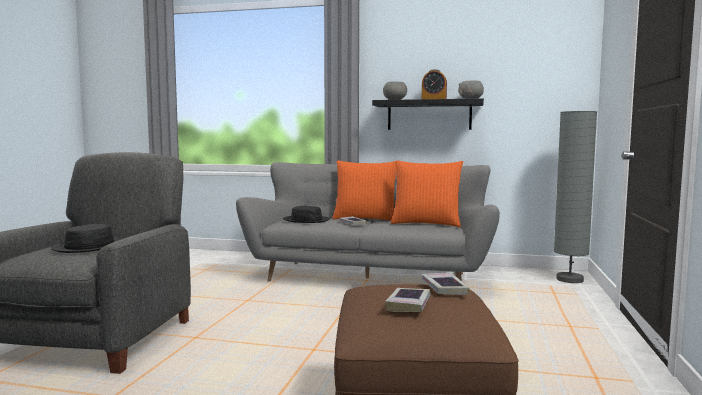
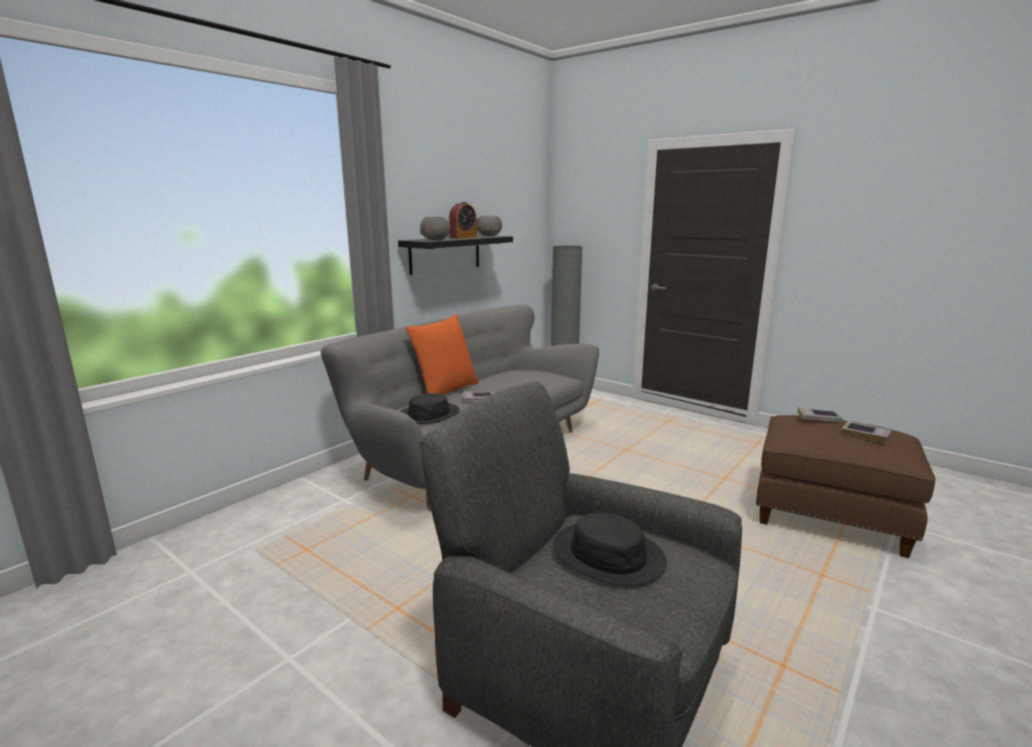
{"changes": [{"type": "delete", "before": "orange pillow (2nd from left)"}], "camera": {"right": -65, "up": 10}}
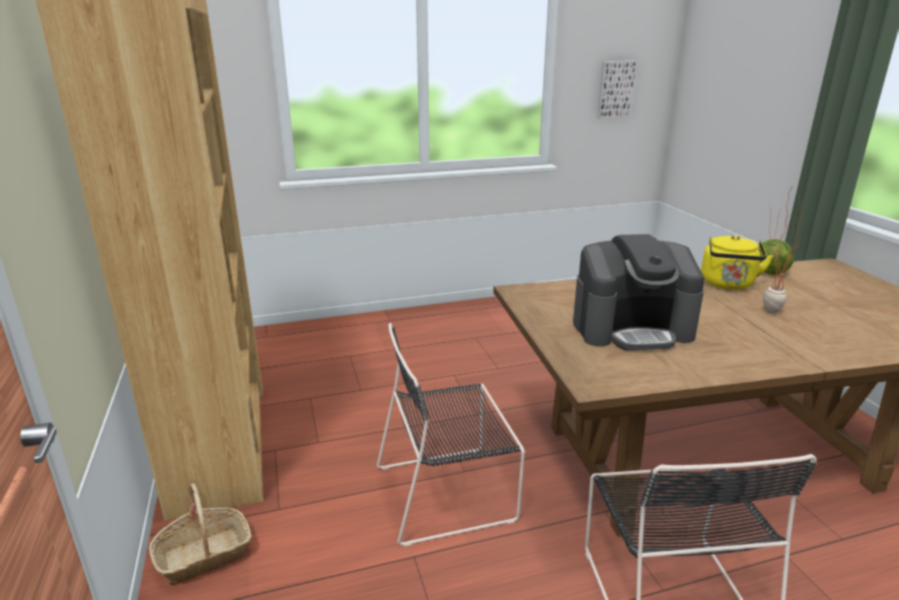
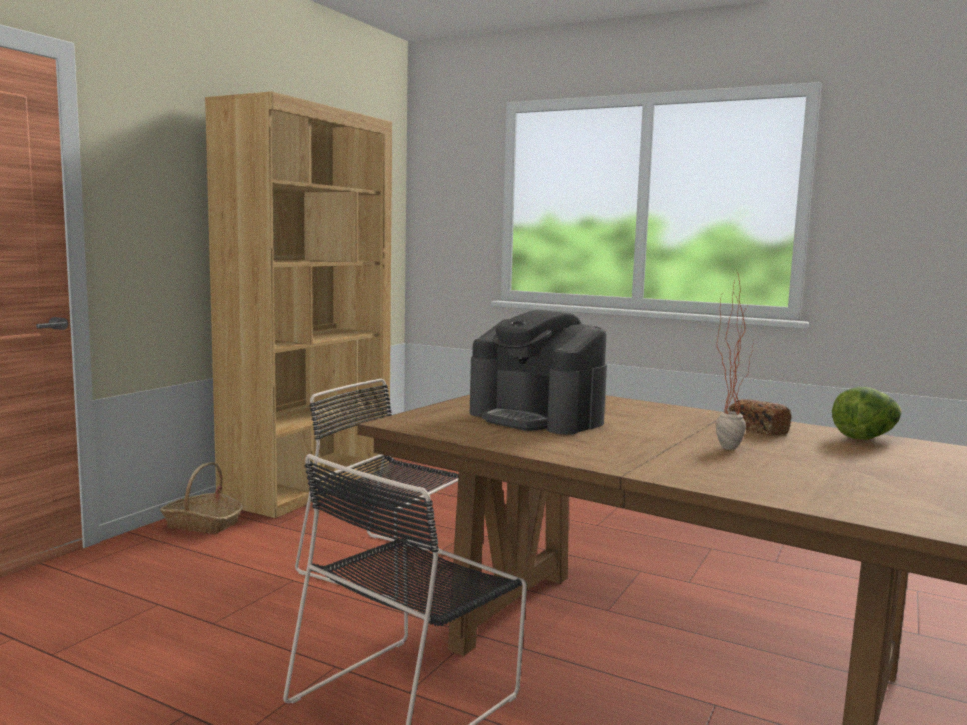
{"changes": [{"type": "replace", "before": "yellow kettle", "after": "bread"}, {"type": "delete", "before": "picture"}], "camera": {"right": 45, "up": -15}}
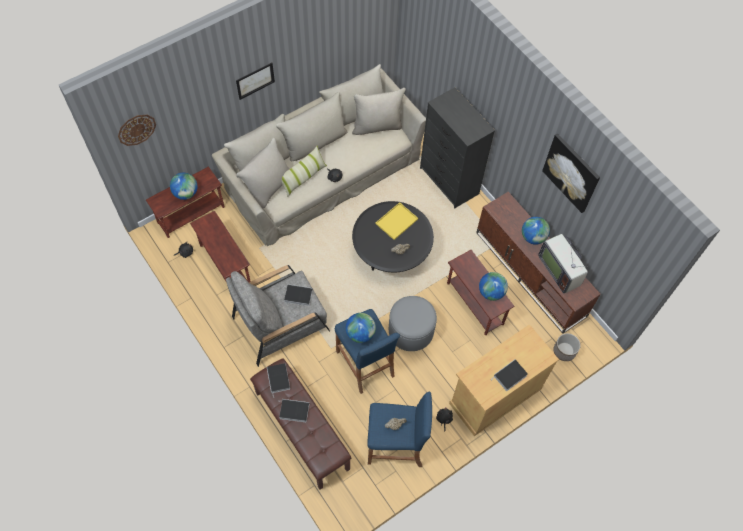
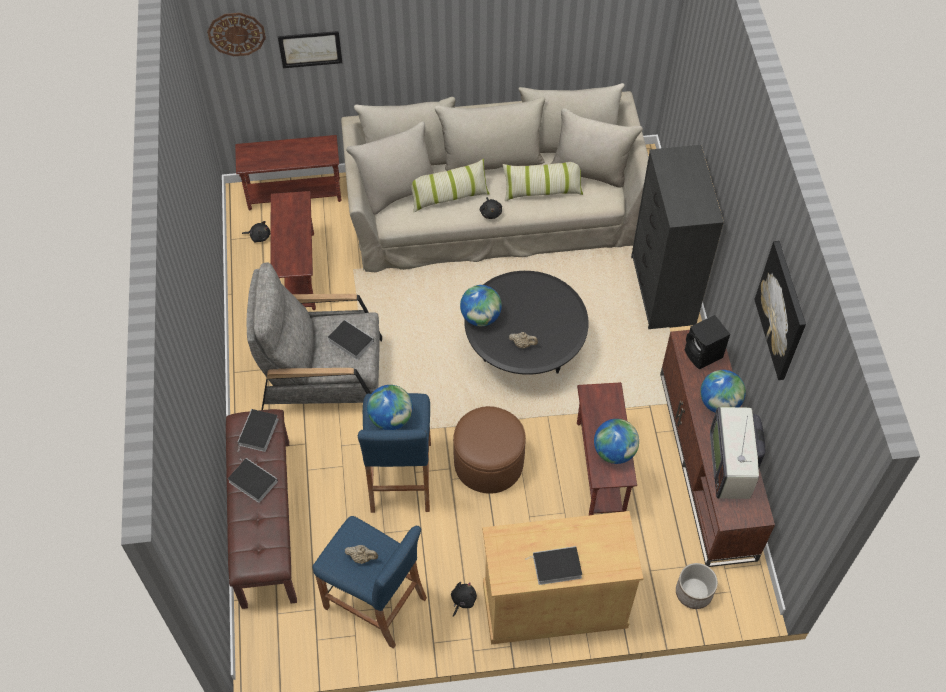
{"changes": [{"type": "move", "before": "picture (1st from left)"}, {"type": "recolor", "before": "grey ottoman", "after": "brown ottoman"}, {"type": "move", "before": "globe (1st from left in the first image)", "after": "globe (2nd from left)"}, {"type": "insert", "after": "pillow (2nd from left)"}, {"type": "insert", "after": "black speaker"}, {"type": "delete", "before": "yellow tray"}], "camera": {"right": 30, "up": -5}}
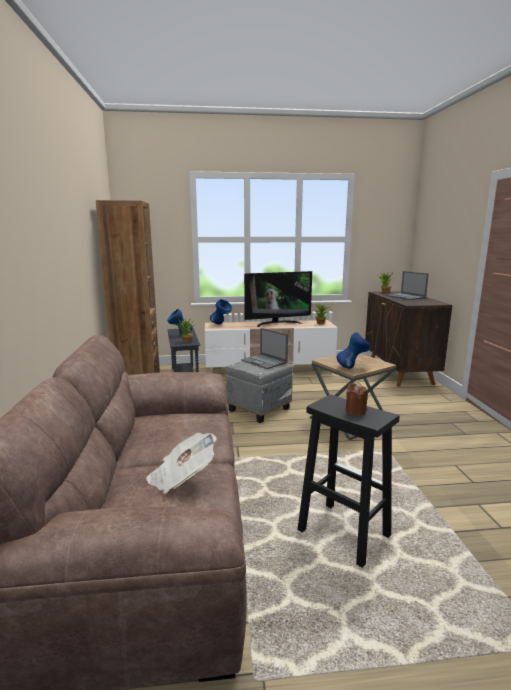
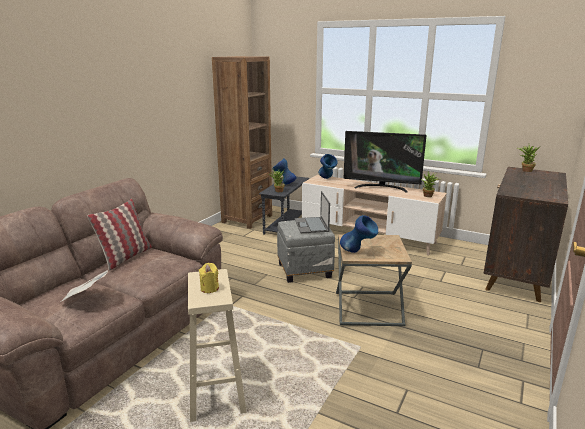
{"changes": [{"type": "insert", "after": "pillow"}, {"type": "recolor", "before": "black stool", "after": "beige stool"}, {"type": "recolor", "before": "brown candle", "after": "yellow candle"}, {"type": "delete", "before": "laptop (2nd from left)"}], "camera": {"right": 35, "up": 5}}
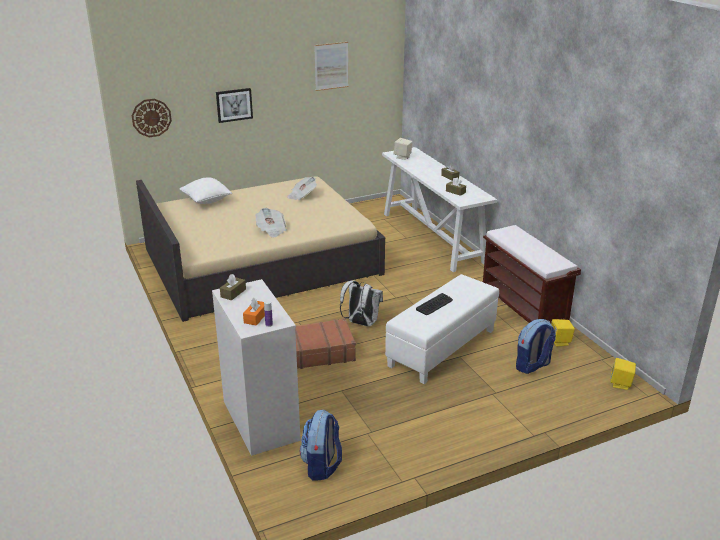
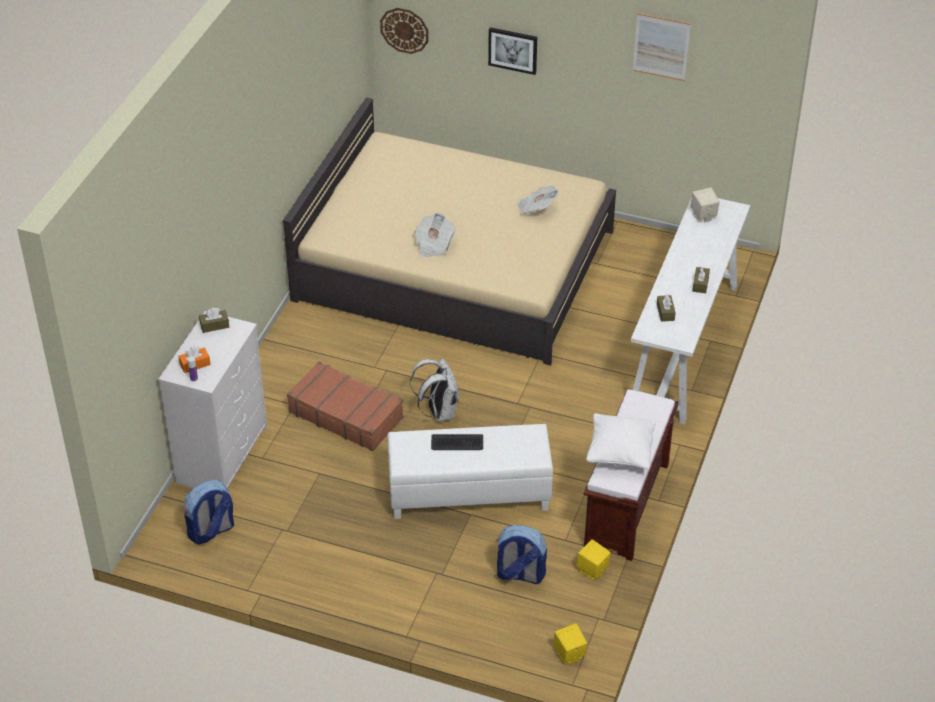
{"changes": [{"type": "move", "before": "white pillow"}], "camera": {"right": 45, "up": 15}}
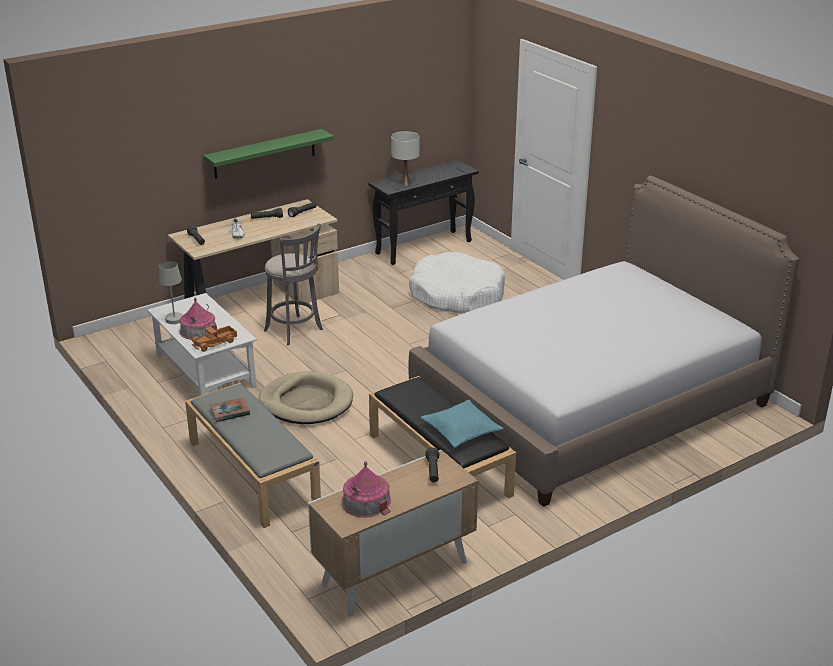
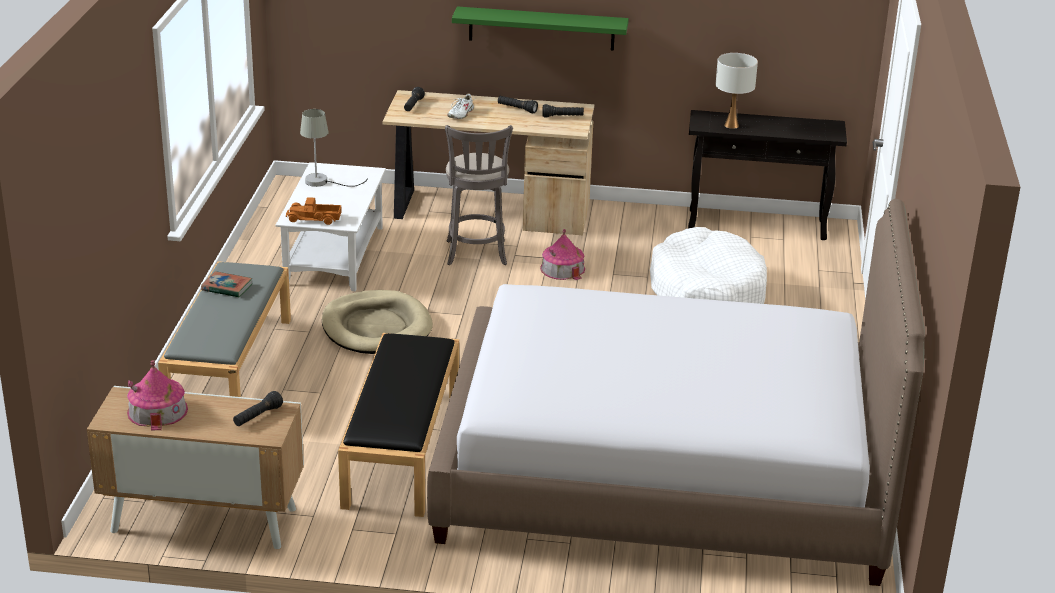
{"changes": [{"type": "move", "before": "toy house (1st from left in the first image)", "after": "toy house (2nd from left)"}, {"type": "delete", "before": "turquoise pillow"}], "camera": {"right": 40, "up": 0}}
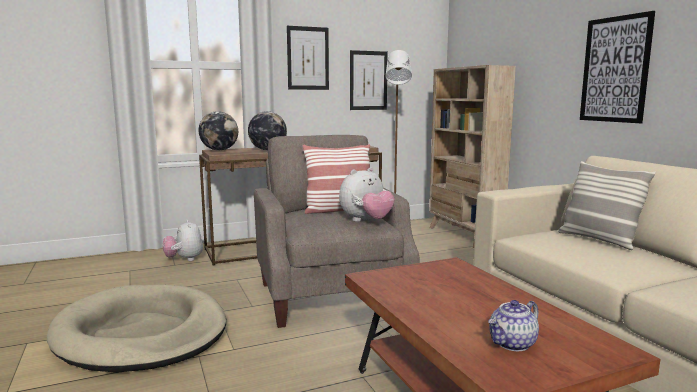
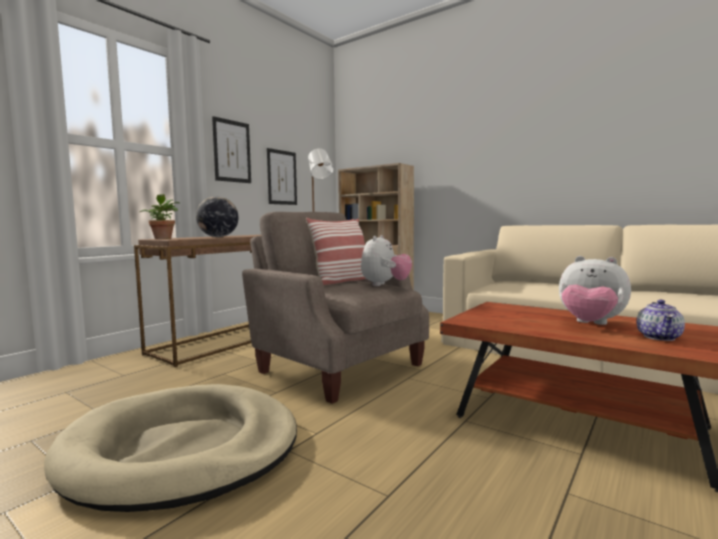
{"changes": [{"type": "replace", "before": "globe (1st from left)", "after": "potted plant"}, {"type": "move", "before": "plush toy (1st from left in the first image)", "after": "plush toy (2nd from left)"}, {"type": "delete", "before": "pillow (2nd from left)"}, {"type": "delete", "before": "picture (3rd from left)"}], "camera": {"right": -30, "up": -5}}
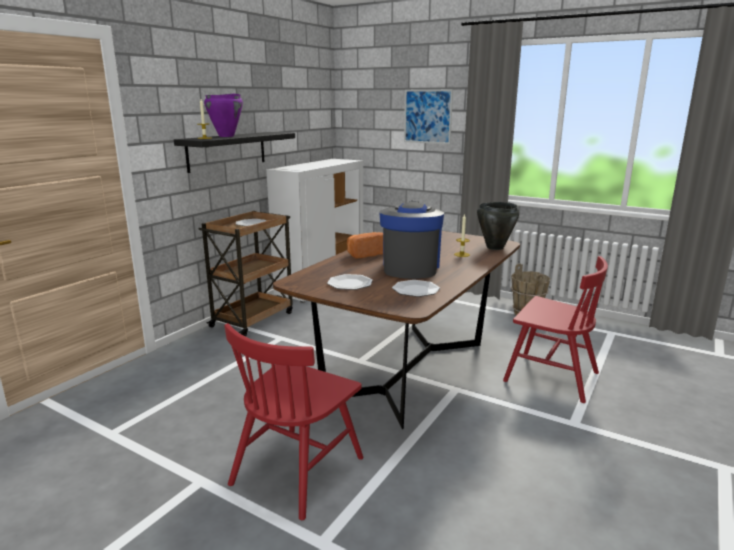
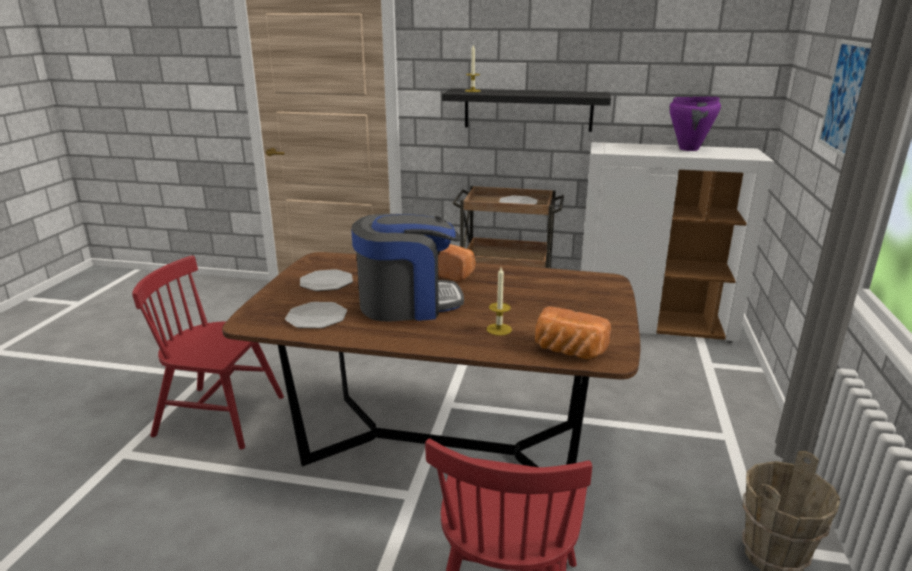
{"changes": [{"type": "replace", "before": "black cooking pot", "after": "bread (2nd from left)"}, {"type": "move", "before": "purple cooking pot"}], "camera": {"right": 70, "up": 5}}
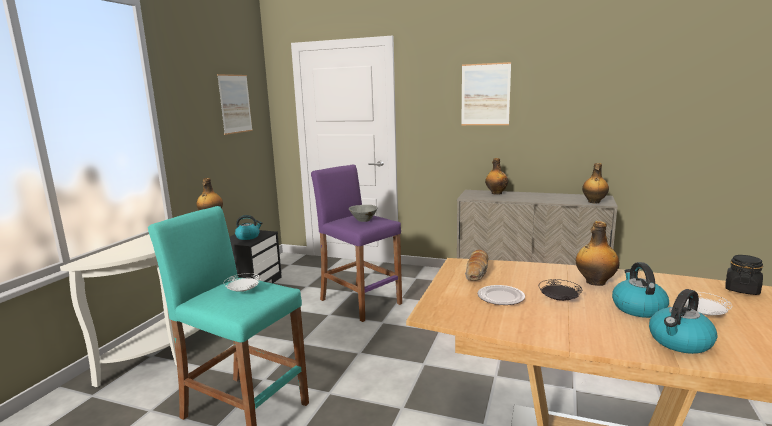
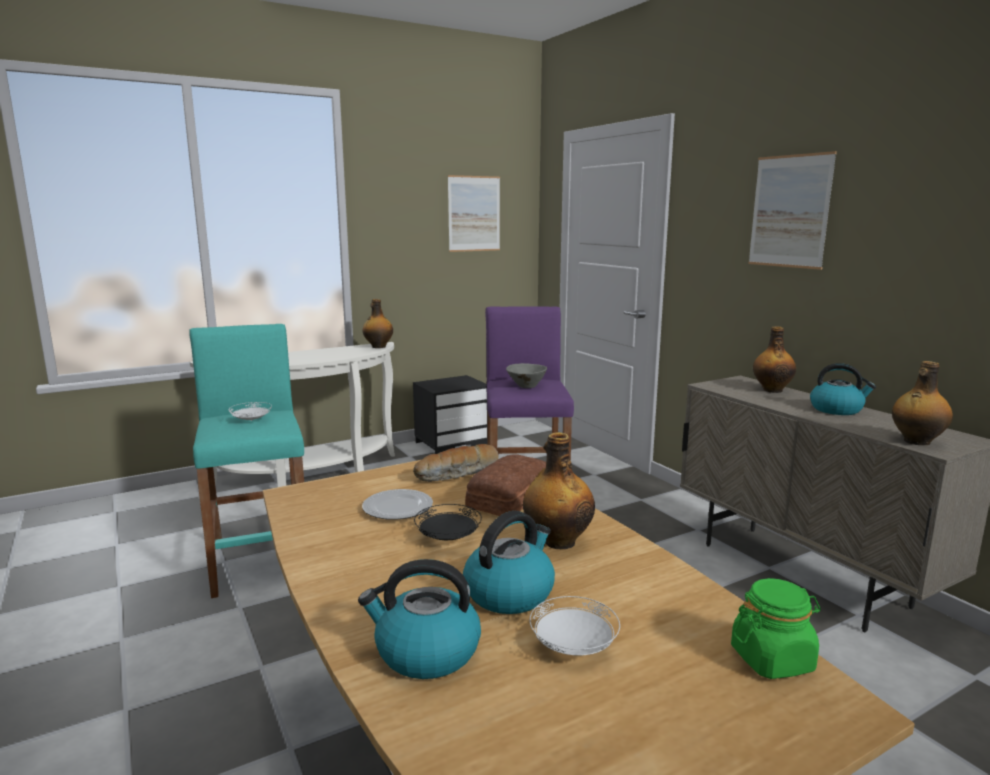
{"changes": [{"type": "insert", "after": "bread (2nd from left)"}, {"type": "recolor", "before": "black jar", "after": "green jar"}, {"type": "move", "before": "kettle (1st from left in the first image)", "after": "kettle (3rd from left)"}], "camera": {"right": 40, "up": 0}}
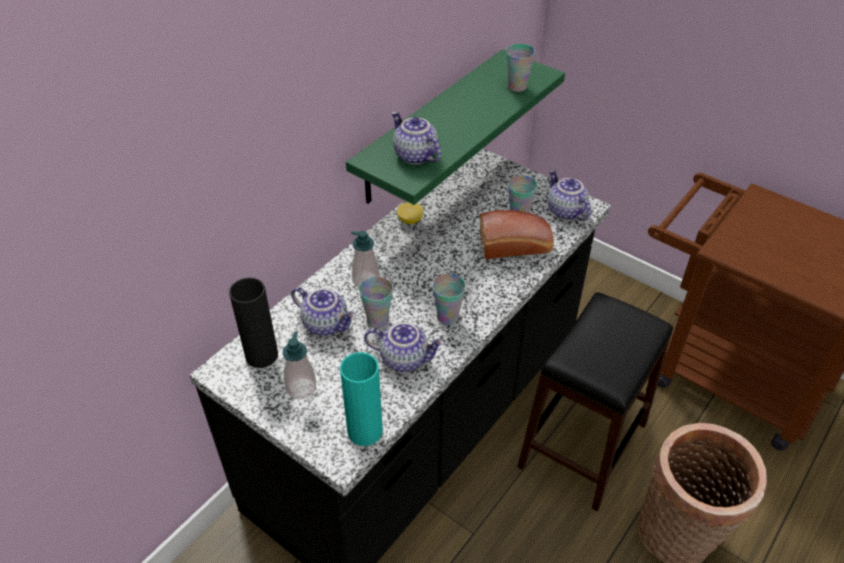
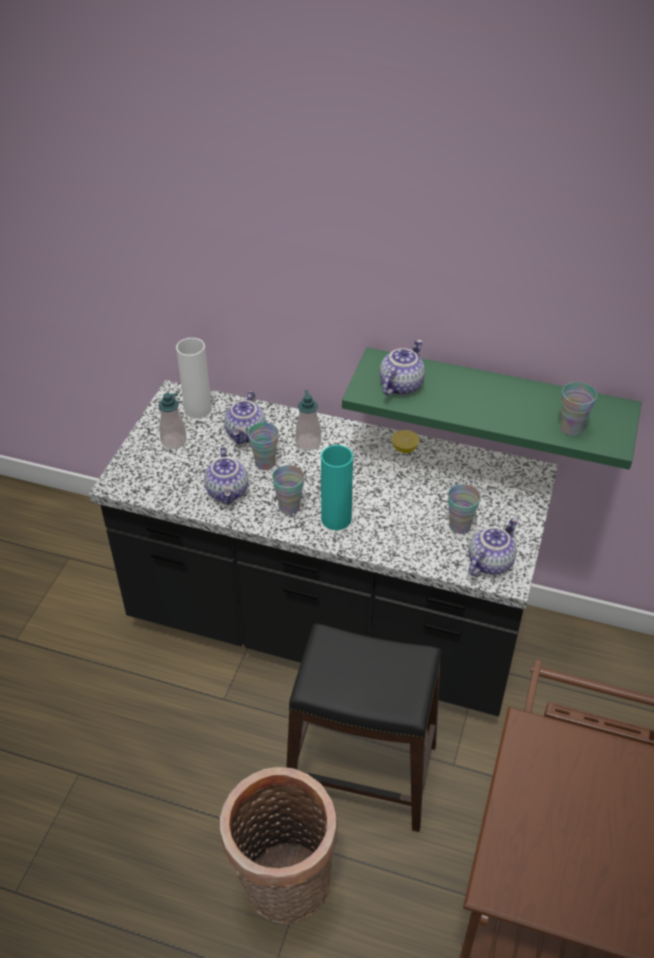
{"changes": [{"type": "recolor", "before": "black vase", "after": "white vase"}, {"type": "move", "before": "turquoise vase"}, {"type": "delete", "before": "bread"}], "camera": {"right": 70, "up": 0}}
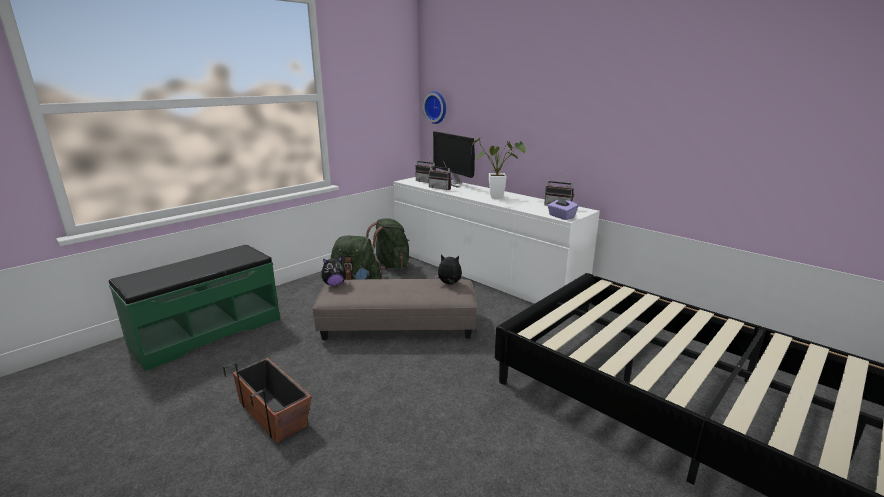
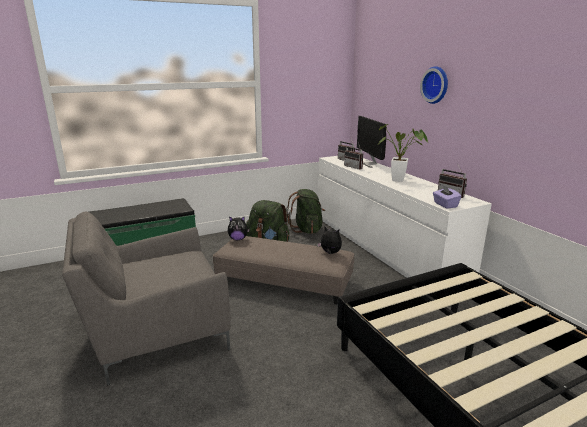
{"changes": [{"type": "replace", "before": "planter", "after": "grey armchair"}, {"type": "move", "before": "wall clock"}], "camera": {"right": 20, "up": 0}}
